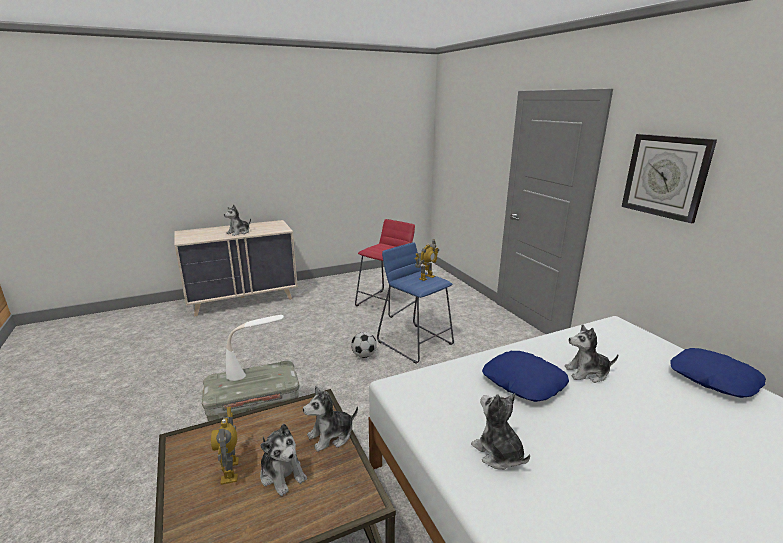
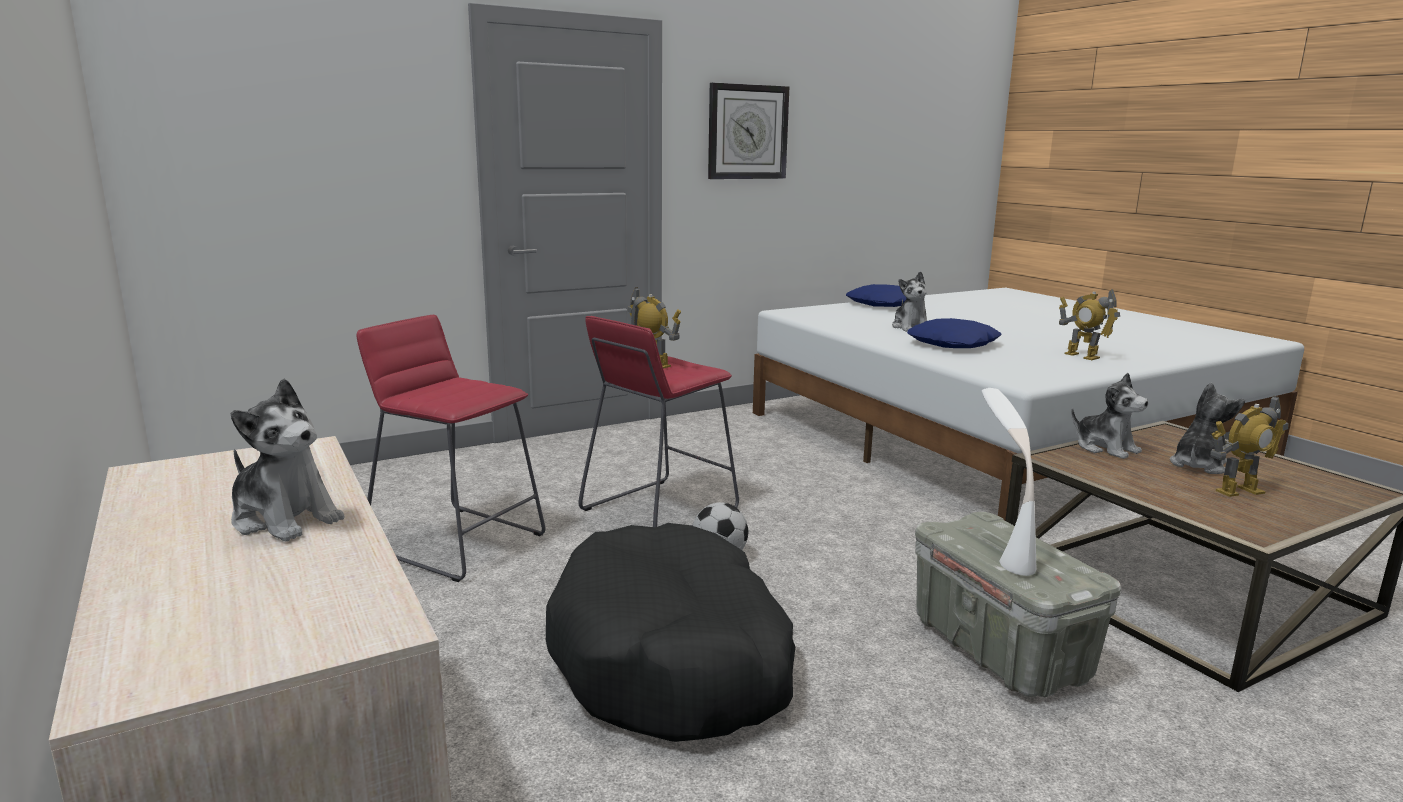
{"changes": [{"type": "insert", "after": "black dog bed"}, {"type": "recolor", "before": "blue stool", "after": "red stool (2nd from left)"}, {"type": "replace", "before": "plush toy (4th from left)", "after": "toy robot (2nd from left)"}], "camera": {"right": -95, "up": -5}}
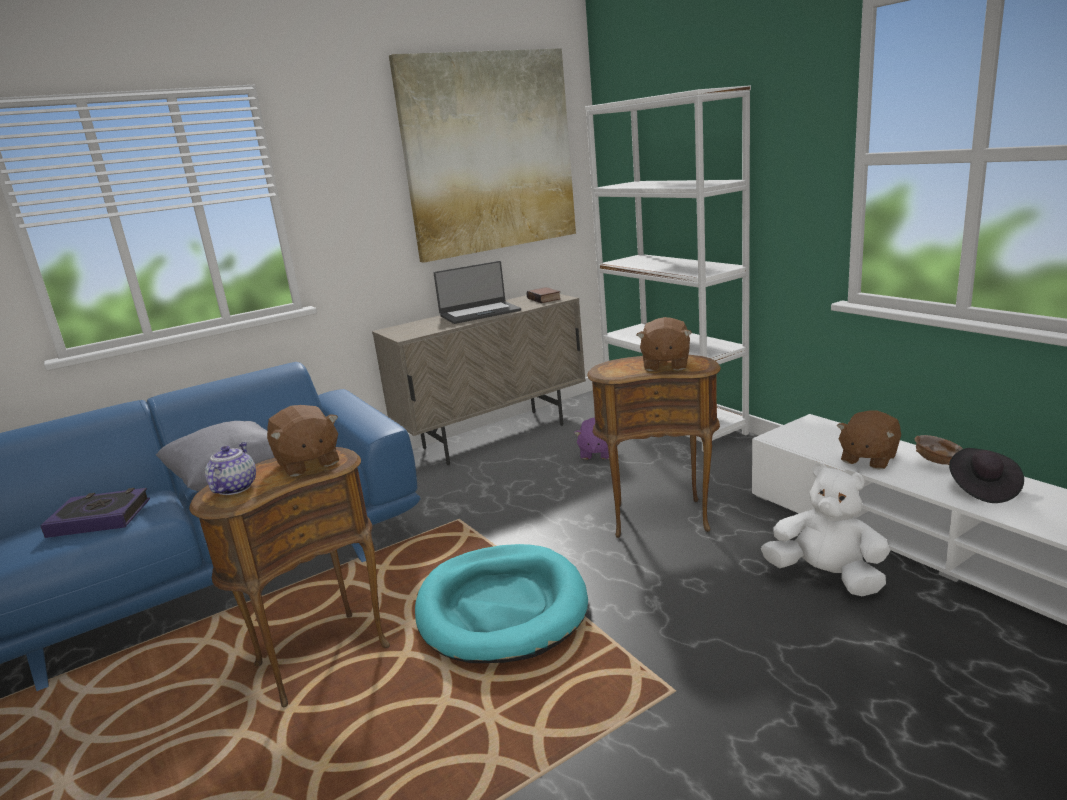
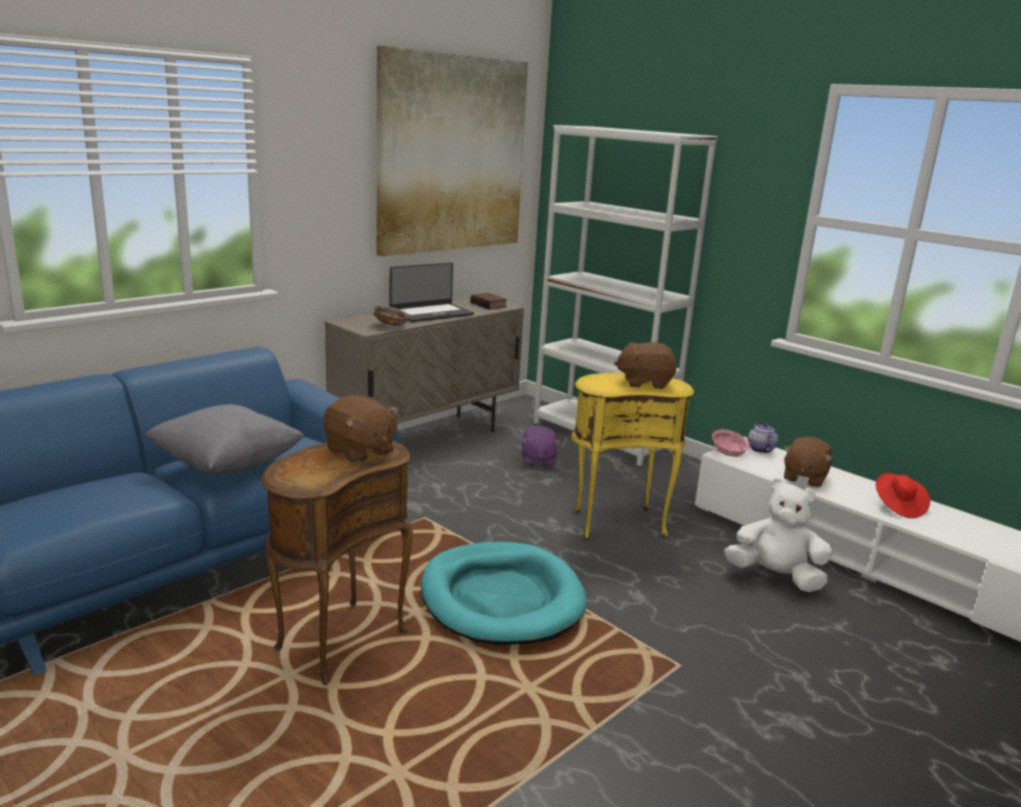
{"changes": [{"type": "move", "before": "brown bowl"}, {"type": "recolor", "before": "brown side table (2nd from left)", "after": "yellow side table"}, {"type": "rotate", "before": "brown plush toy (2nd from left)", "turn": 90}, {"type": "insert", "after": "pink bowl"}, {"type": "move", "before": "teapot"}, {"type": "recolor", "before": "black hat", "after": "red hat"}, {"type": "delete", "before": "book (1st from left)"}], "camera": {"right": -15, "up": 0}}
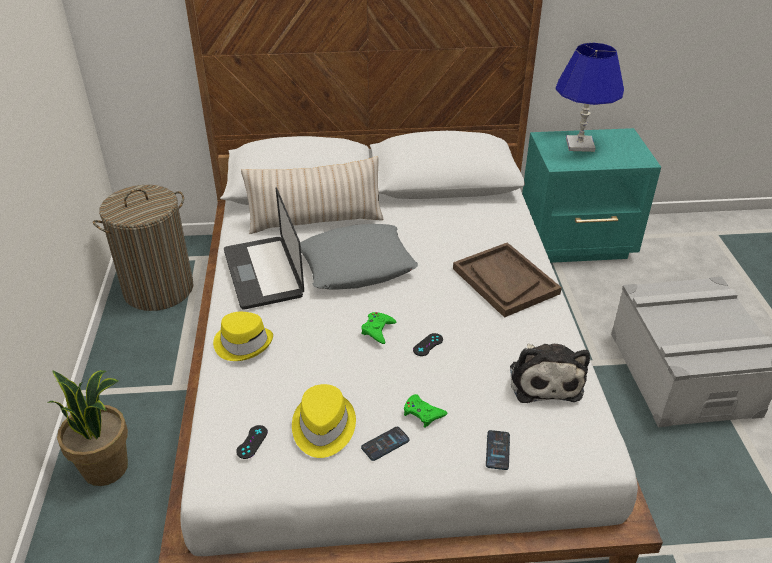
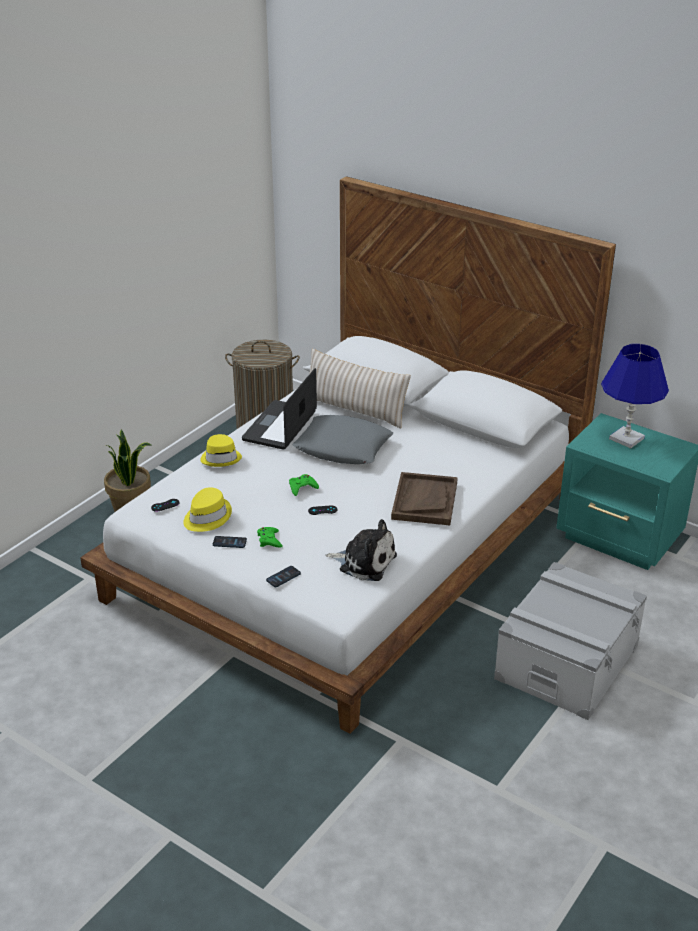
{"changes": [{"type": "rotate", "before": "plush toy", "turn": -105}], "camera": {"right": 40, "up": -5}}
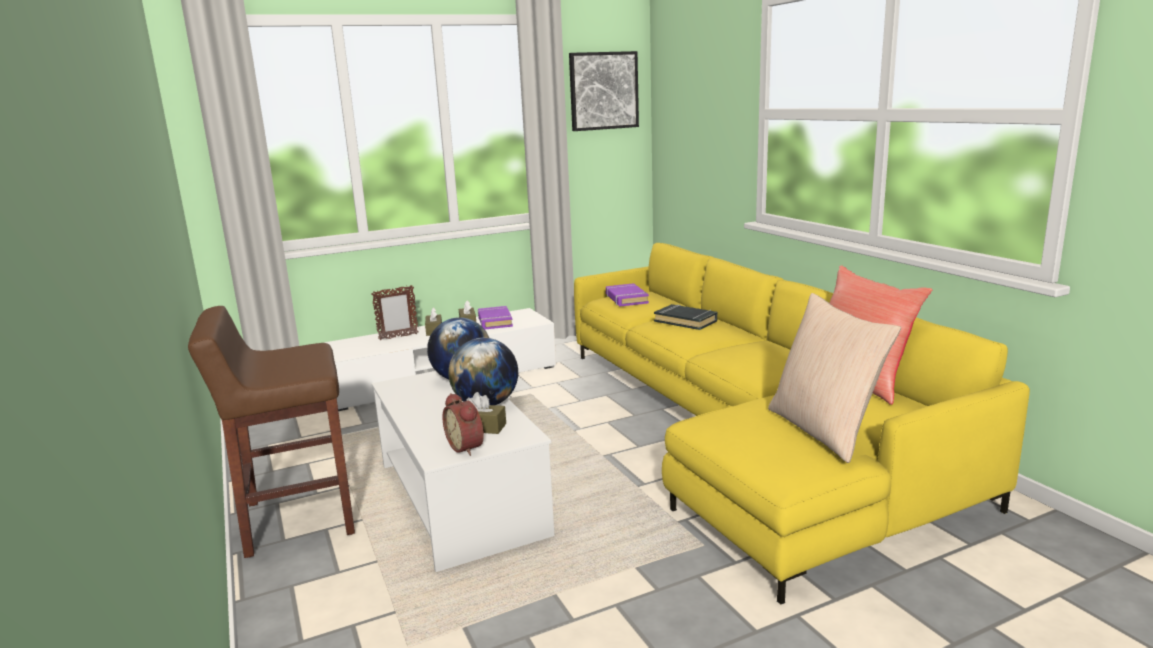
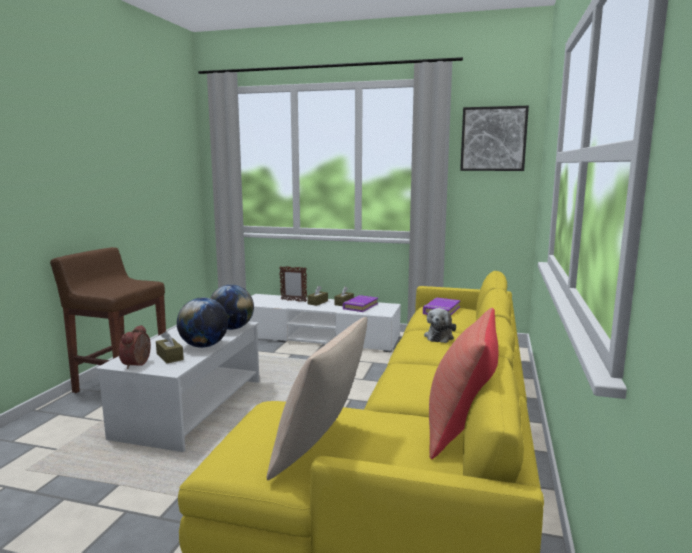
{"changes": [{"type": "replace", "before": "black book", "after": "plush toy"}], "camera": {"right": 40, "up": -5}}
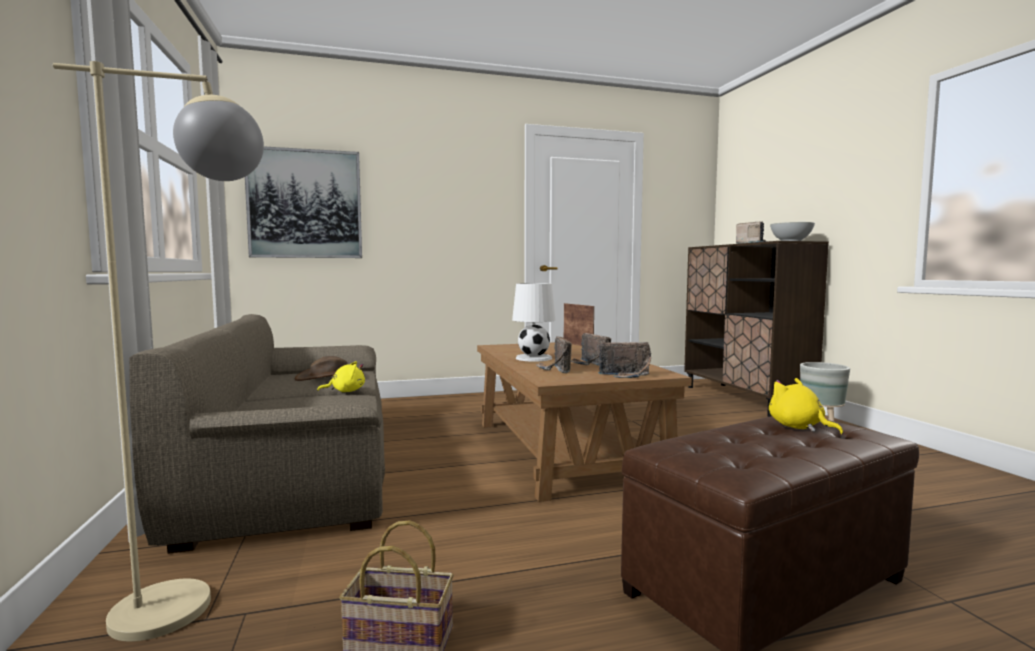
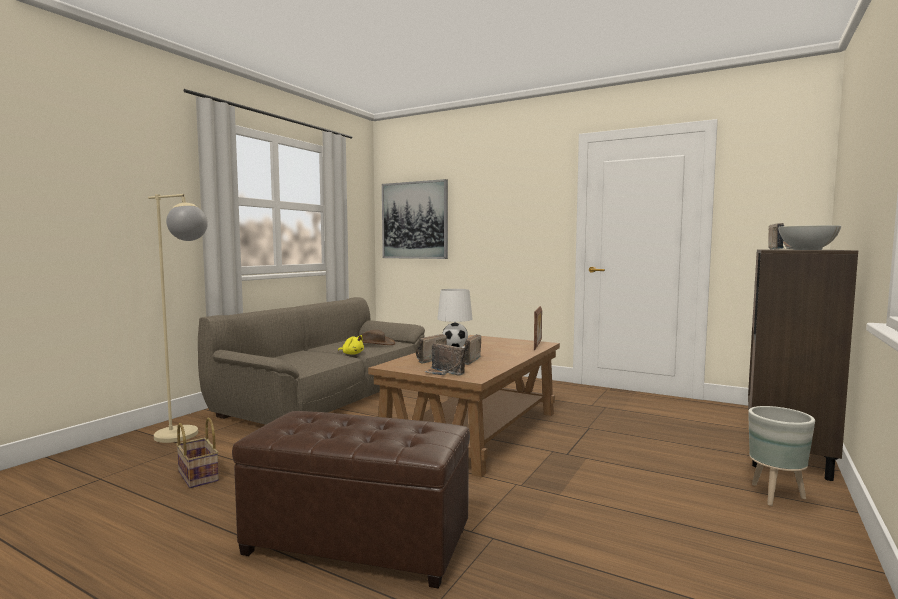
{"changes": [{"type": "delete", "before": "yellow plush toy (2nd from left)"}], "camera": {"right": 45, "up": 0}}
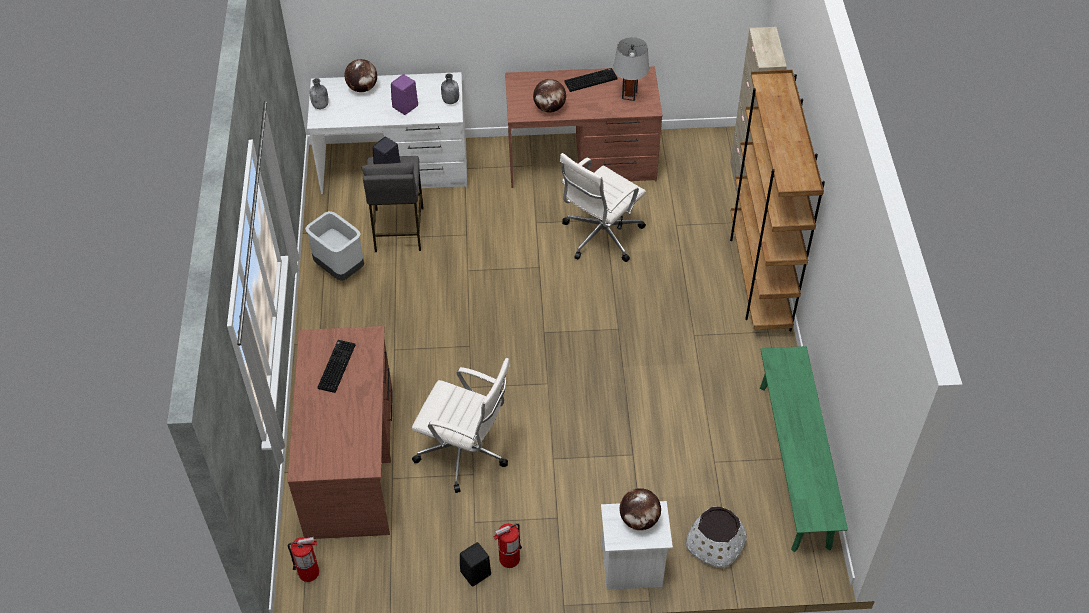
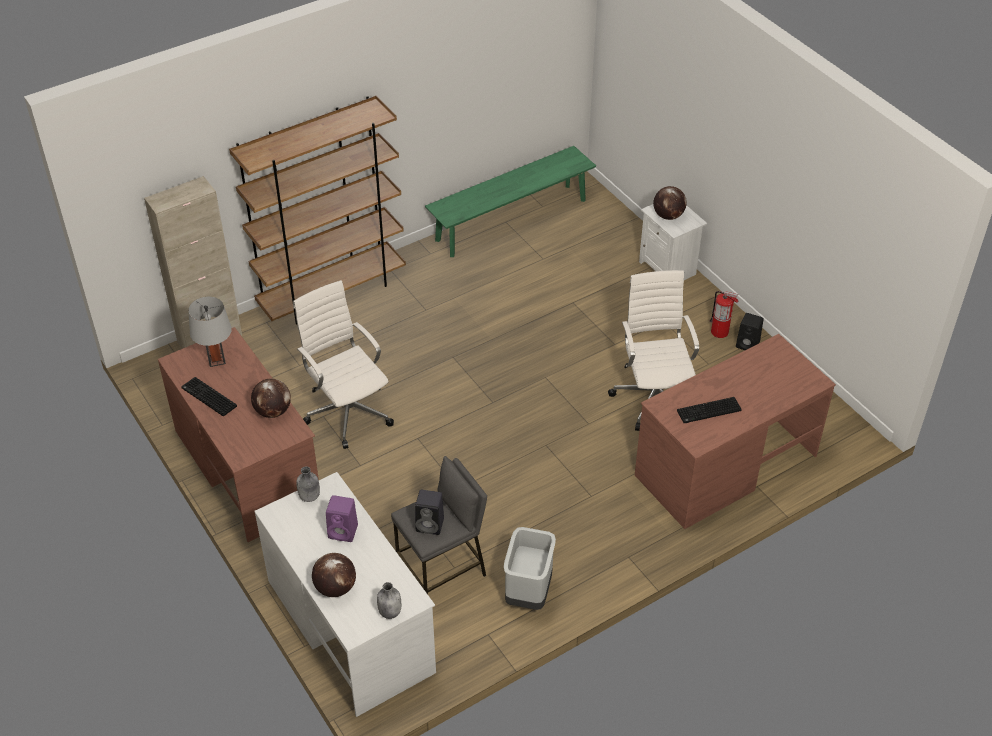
{"changes": [{"type": "rotate", "before": "white office chair (2nd from left in the first image)", "turn": -135}, {"type": "delete", "before": "fire extinguisher (1st from left)"}, {"type": "delete", "before": "white planter"}], "camera": {"right": -120, "up": -5}}
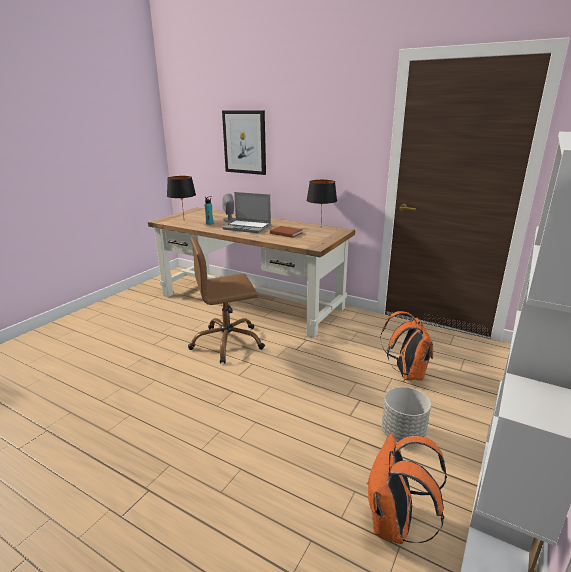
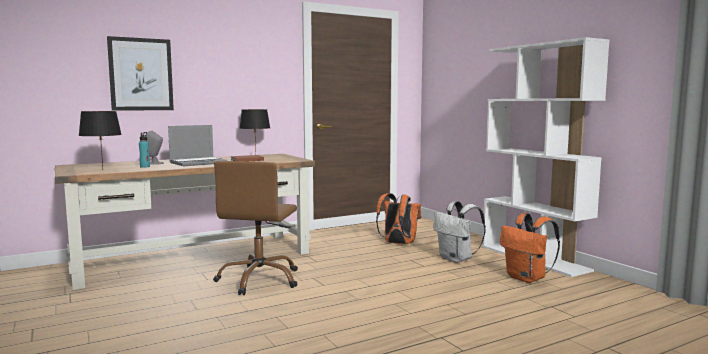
{"changes": [{"type": "replace", "before": "grey planter", "after": "white backpack"}], "camera": {"right": -60, "up": -15}}
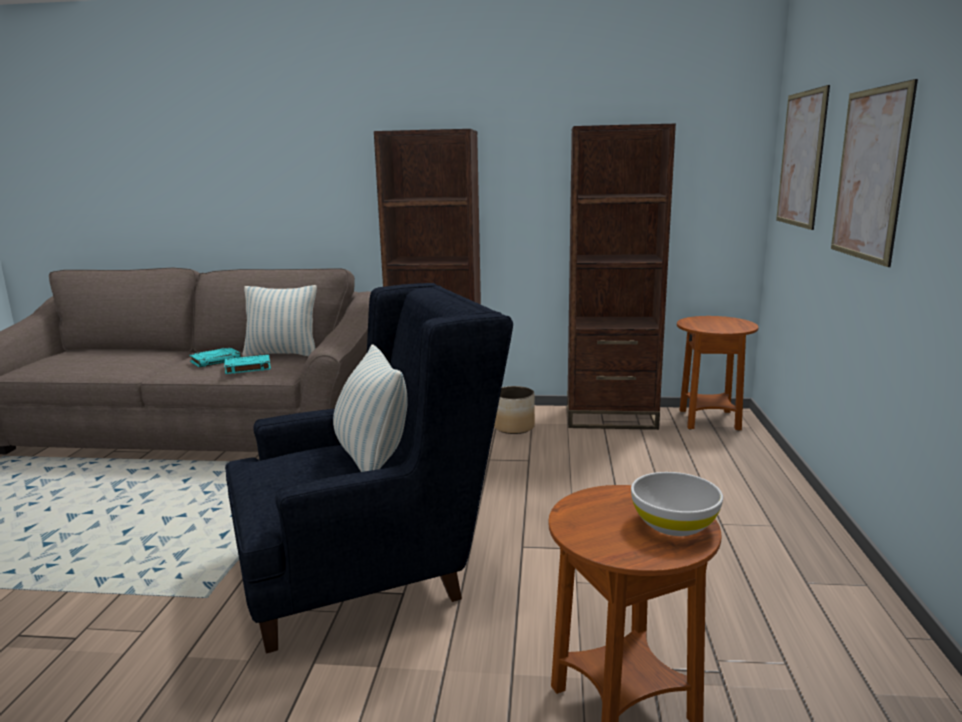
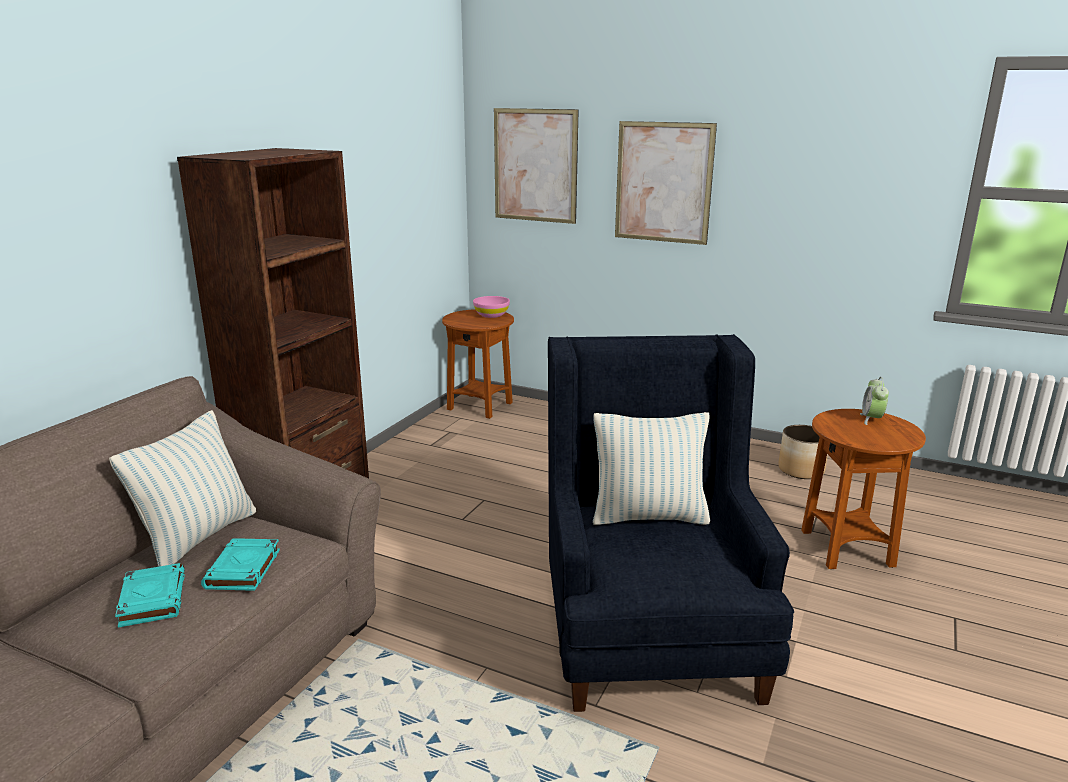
{"changes": [{"type": "insert", "after": "pink bowl"}, {"type": "move", "before": "planter"}, {"type": "replace", "before": "white bowl", "after": "alarm clock"}, {"type": "delete", "before": "brown bookcase (2nd from left)"}], "camera": {"right": -70, "up": 5}}
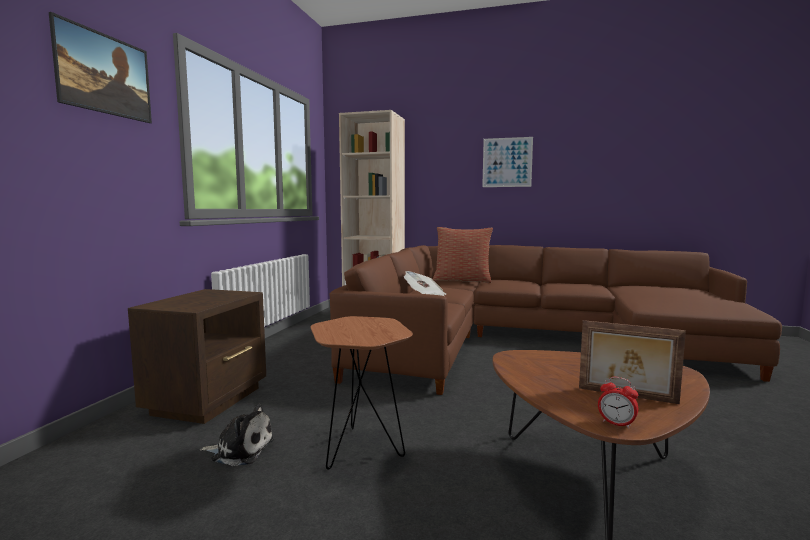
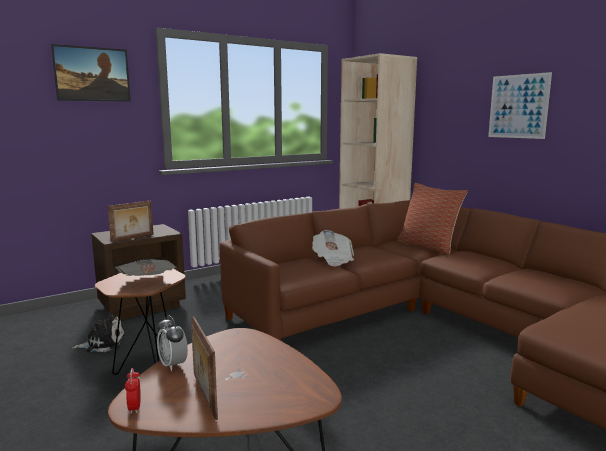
{"changes": [{"type": "rotate", "before": "plush toy", "turn": -60}, {"type": "insert", "after": "picture frame (1st from left)"}, {"type": "insert", "after": "newspaper (1st from left)"}, {"type": "insert", "after": "alarm clock (2nd from left)"}], "camera": {"right": 40, "up": 5}}
